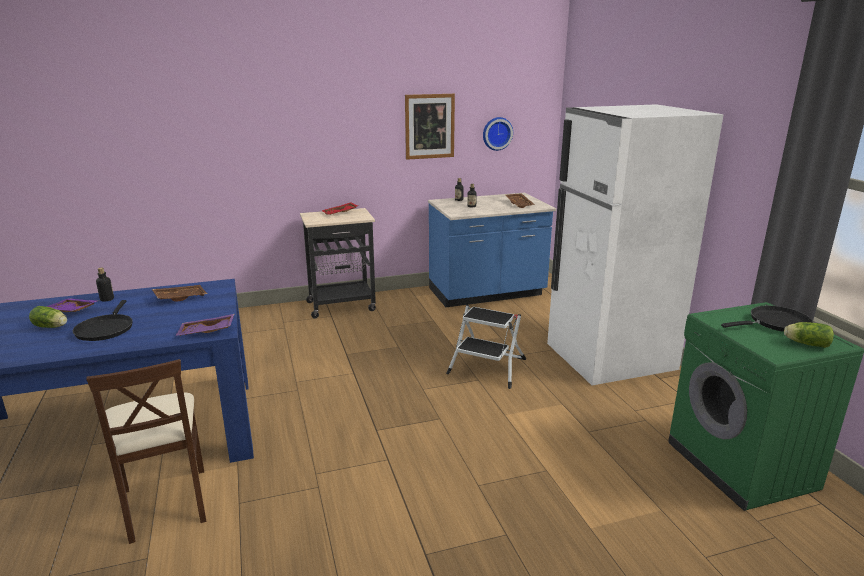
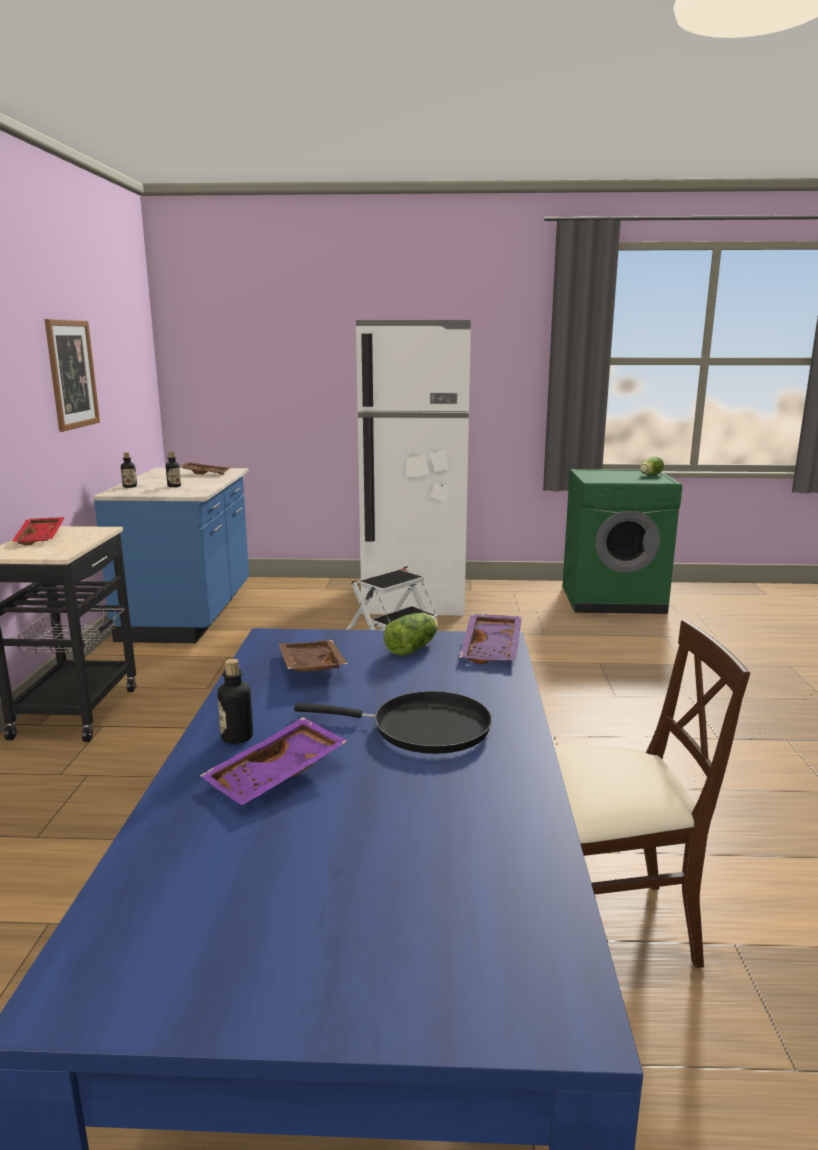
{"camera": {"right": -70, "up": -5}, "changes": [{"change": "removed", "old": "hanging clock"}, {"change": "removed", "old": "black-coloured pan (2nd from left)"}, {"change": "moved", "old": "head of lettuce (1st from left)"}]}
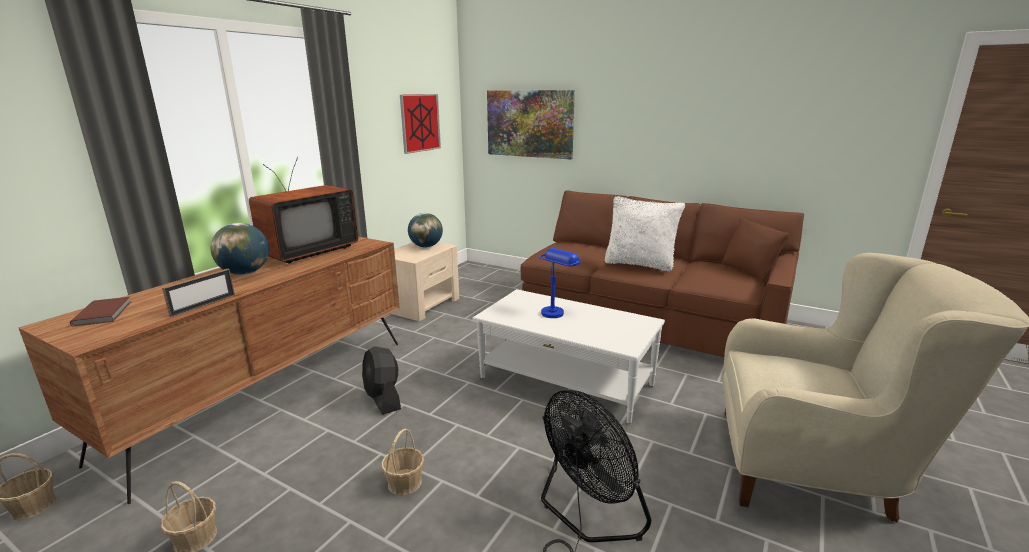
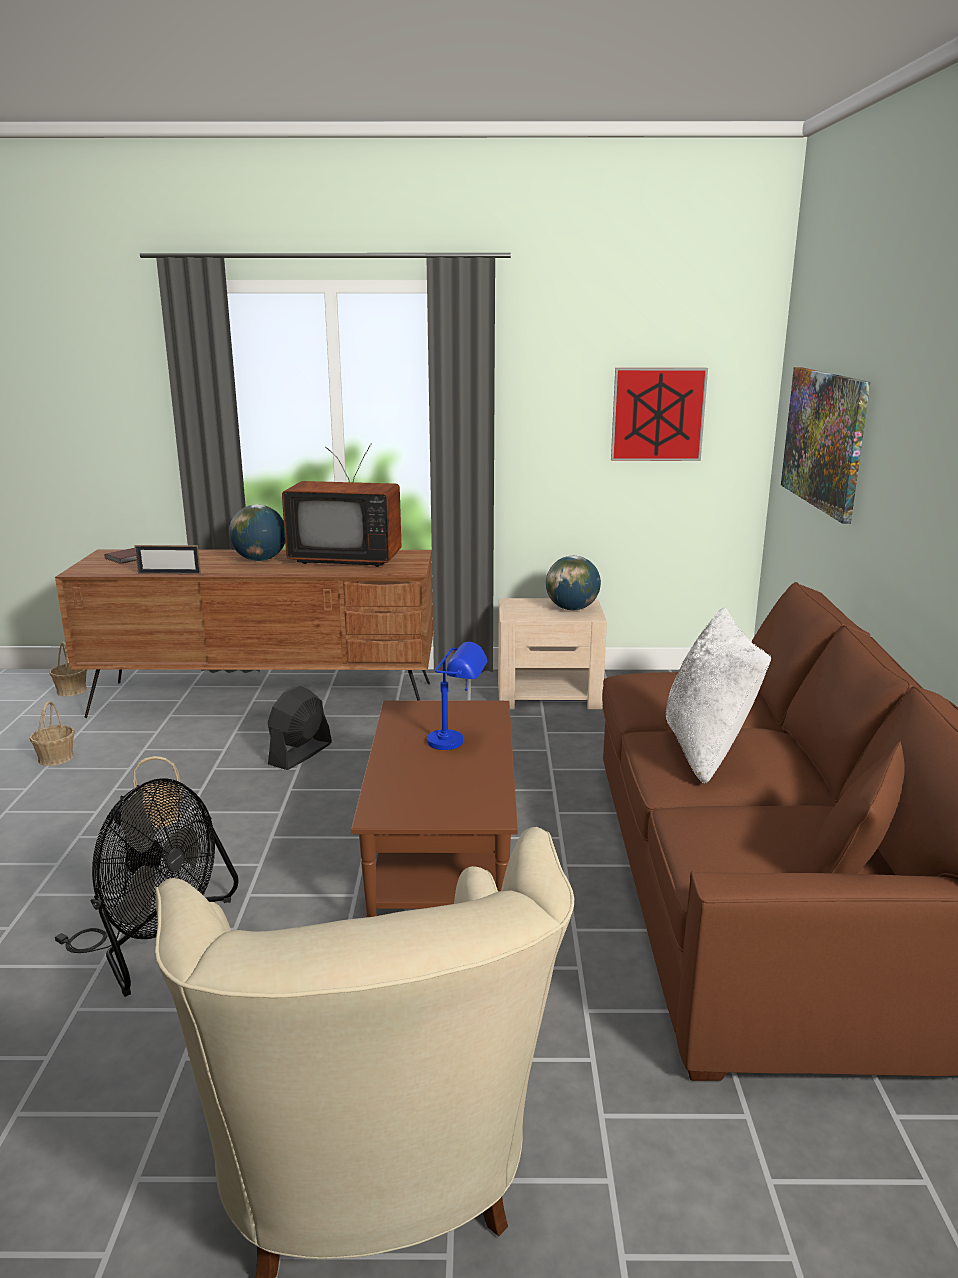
{"camera": {"right": 60, "up": 0}, "changes": [{"change": "recoloured", "old": "white low table", "new": "brown-coloured low table"}]}
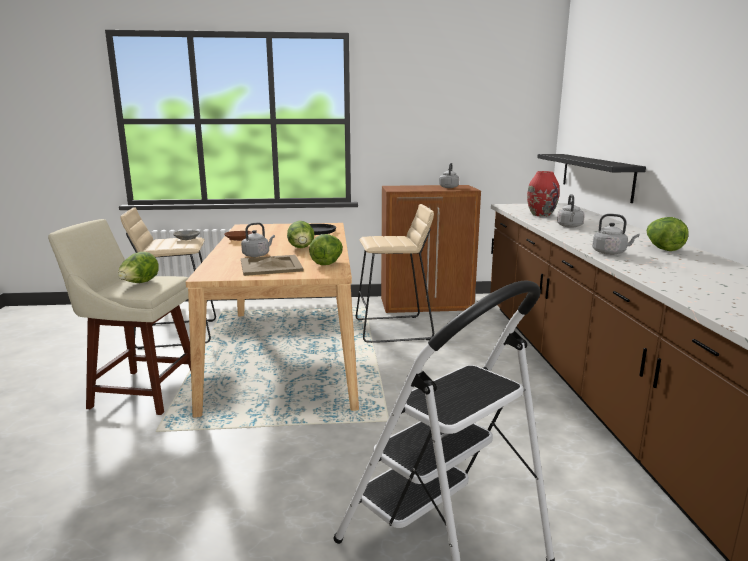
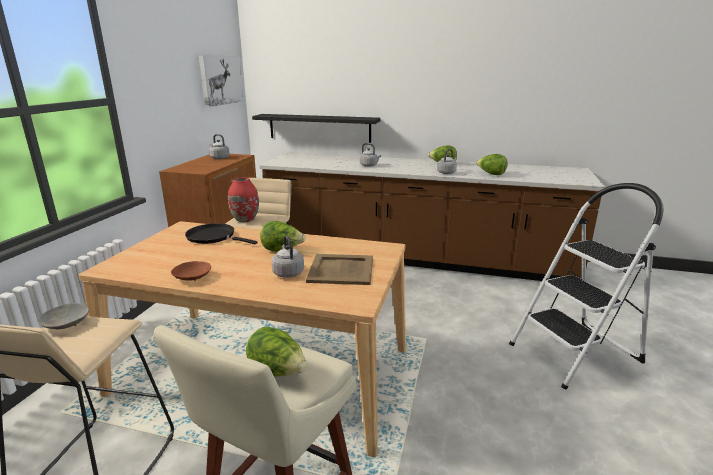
{"camera": {"right": -70, "up": 5}, "changes": [{"change": "added", "new": "wall art"}, {"change": "moved", "old": "head of lettuce (3rd from left in the first image)", "new": "head of lettuce (4th from left)"}, {"change": "moved", "old": "red flower vase"}]}
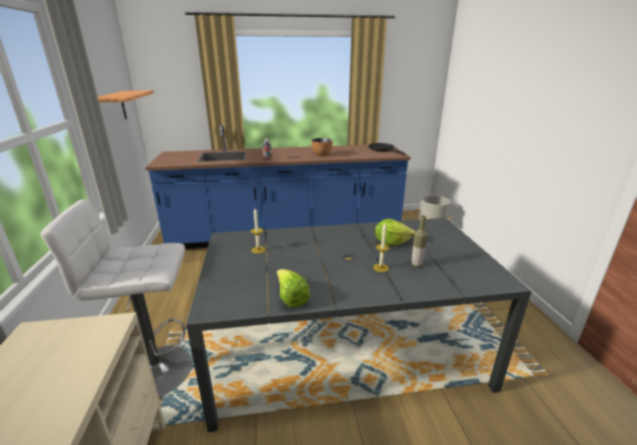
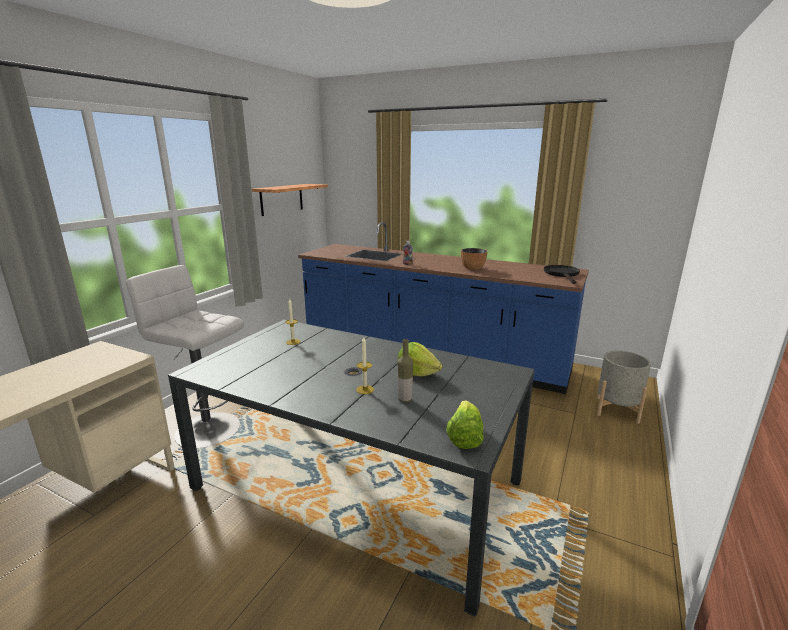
{"camera": {"right": 35, "up": -5}, "changes": [{"change": "moved", "old": "head of lettuce (1st from left in the first image)", "new": "head of lettuce (2nd from left)"}]}
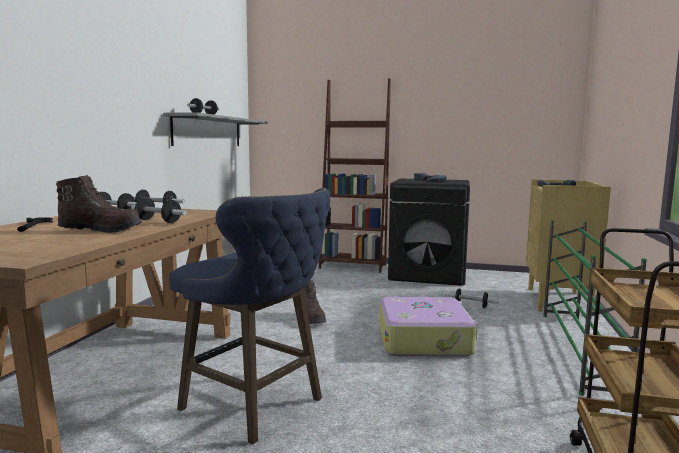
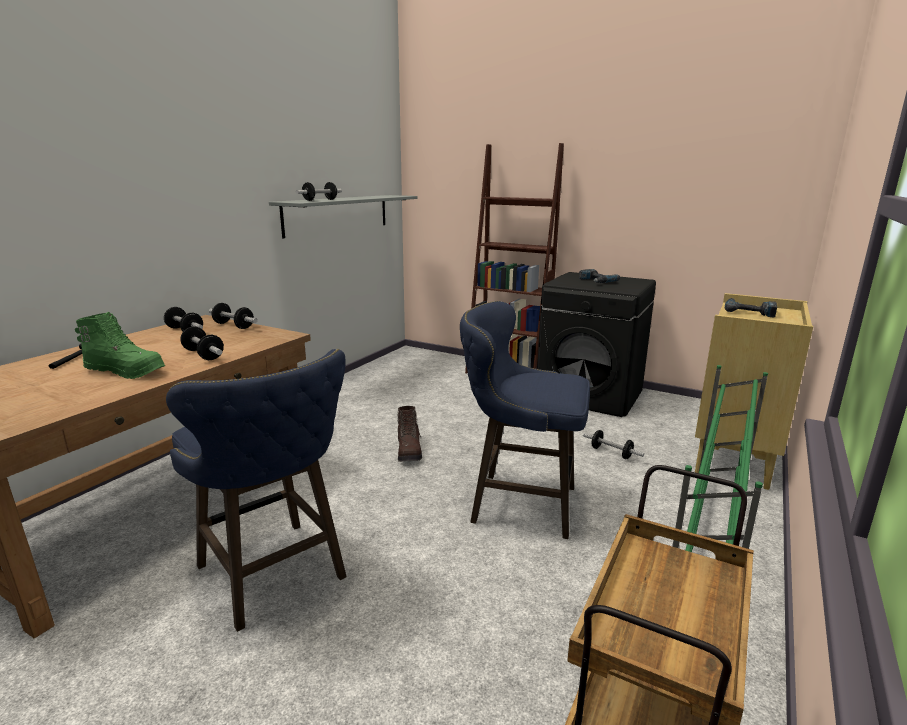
{"camera": {"right": 15, "up": 10}, "changes": [{"change": "replaced", "old": "suitcase", "new": "bluish stool seat (2nd from left)"}, {"change": "recoloured", "old": "brown-coloured high-top boot (1st from left)", "new": "green high-top boot"}]}
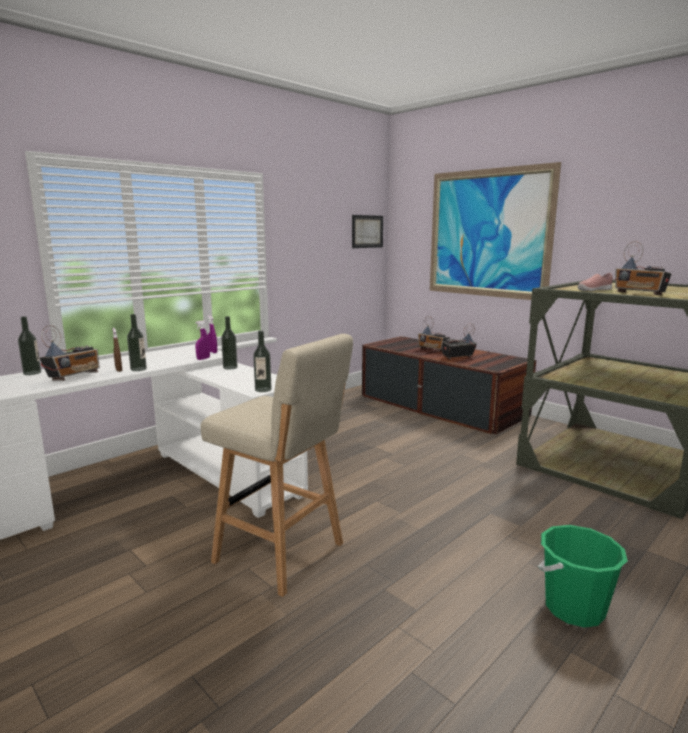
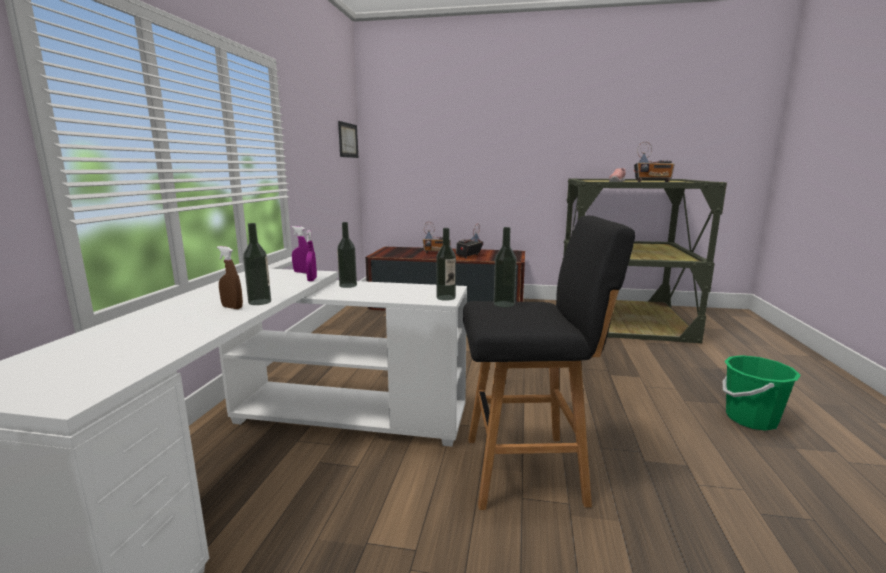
{"camera": {"right": -35, "up": 0}, "changes": [{"change": "removed", "old": "radio receiver (1st from left)"}, {"change": "removed", "old": "wall art (2nd from left)"}, {"change": "moved", "old": "beverage bottle (1st from left in the first image)", "new": "beverage bottle (4th from left)"}, {"change": "recoloured", "old": "beige-coloured stool seat", "new": "black-coloured stool seat"}]}
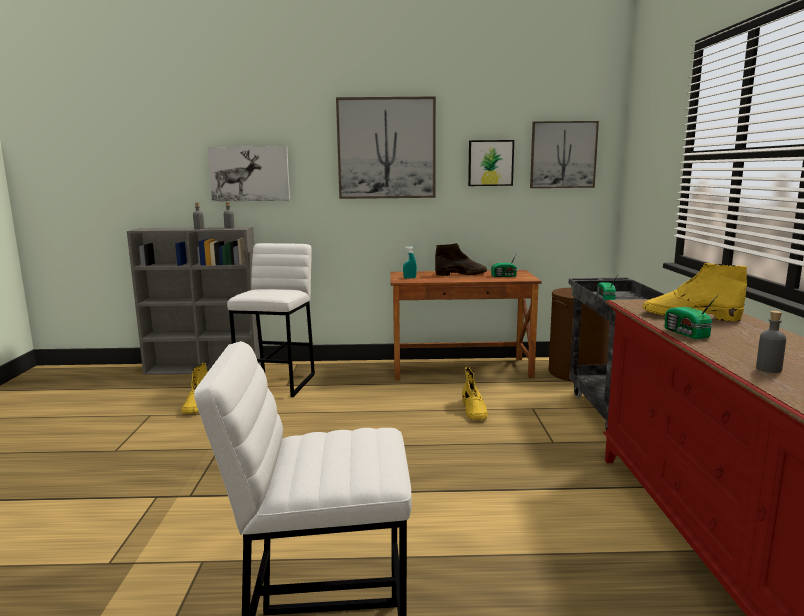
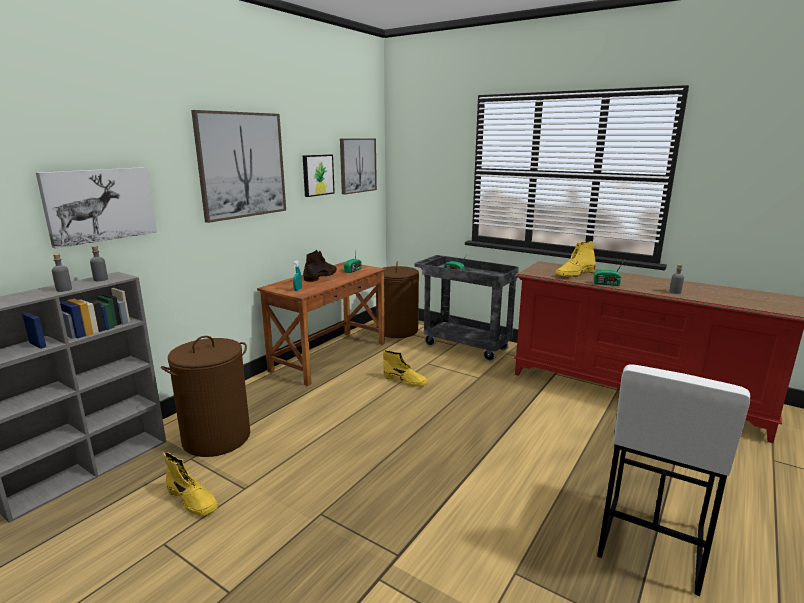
{"camera": {"right": -55, "up": 5}, "changes": [{"change": "replaced", "old": "white stool seat (1st from left)", "new": "brown-coloured laundry basket (1st from left)"}]}
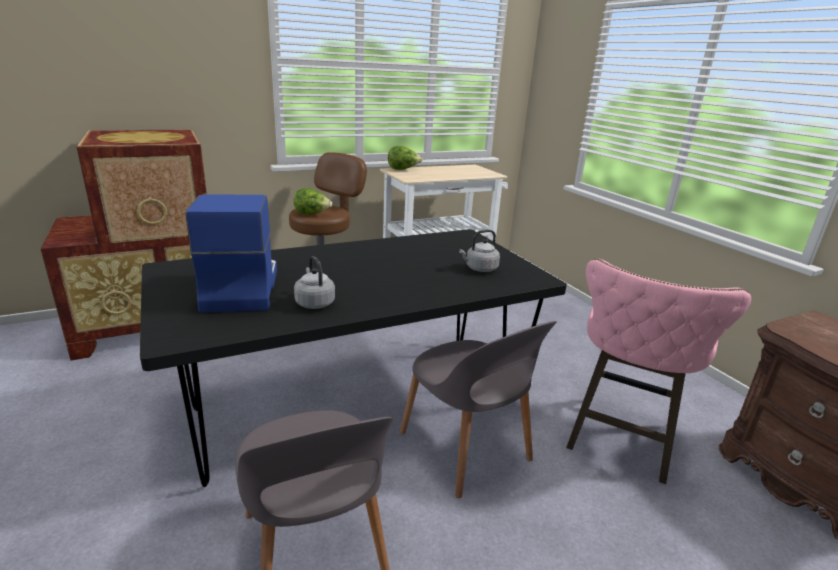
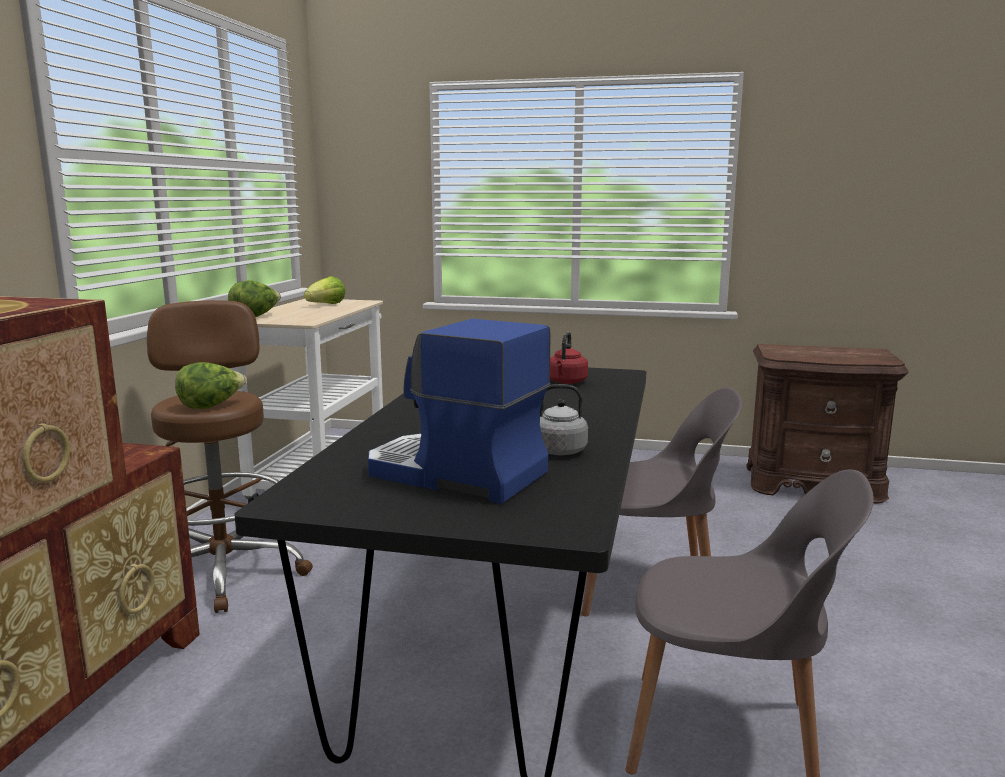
{"camera": {"right": -50, "up": -10}, "changes": [{"change": "removed", "old": "pink-coloured stool seat"}, {"change": "added", "new": "head of lettuce (3rd from left)"}, {"change": "recoloured", "old": "greyish kettle (2nd from left)", "new": "red kettle"}]}
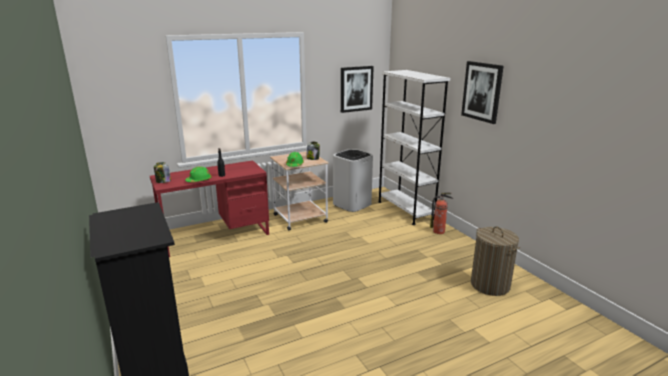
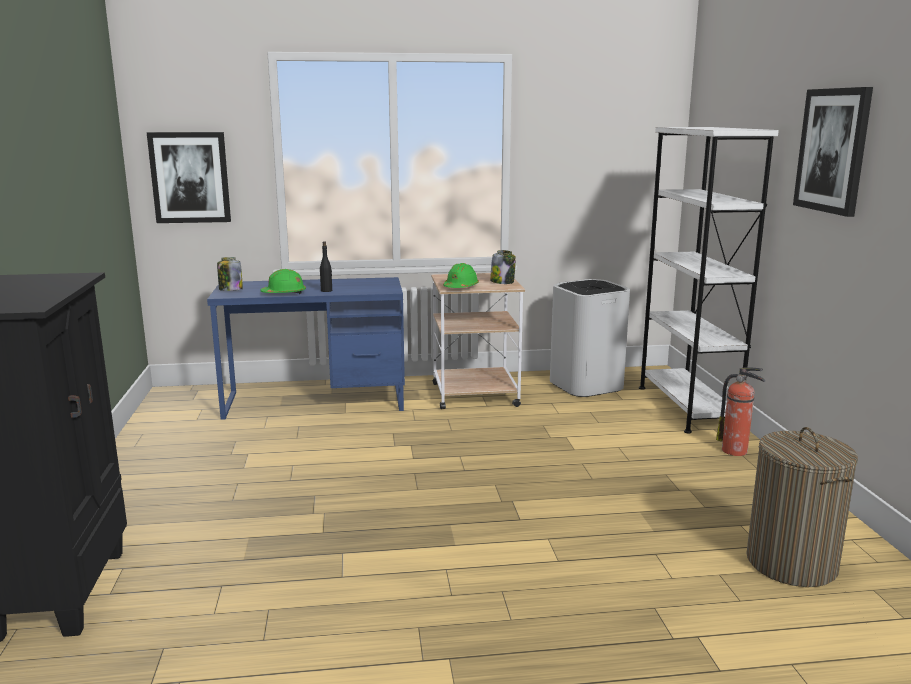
{"camera": {"right": 20, "up": -5}, "changes": [{"change": "moved", "old": "wall art (1st from left)"}, {"change": "recoloured", "old": "red desk", "new": "bluish desk"}]}
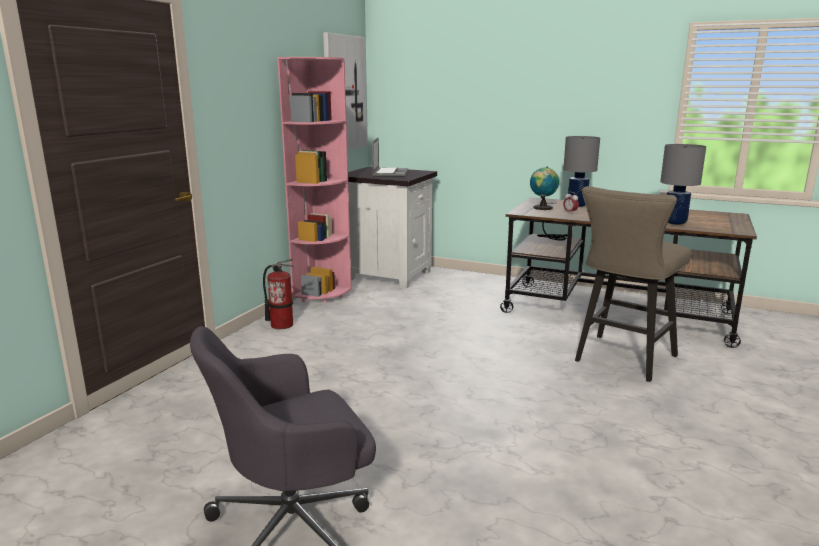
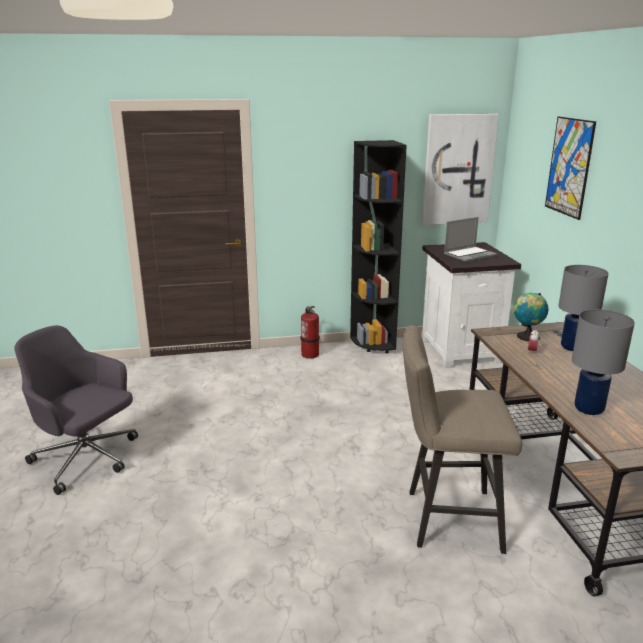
{"camera": {"right": 55, "up": 5}, "changes": [{"change": "added", "new": "wall art (2nd from left)"}, {"change": "recoloured", "old": "pink-coloured shelving unit", "new": "black-coloured shelving unit"}]}
